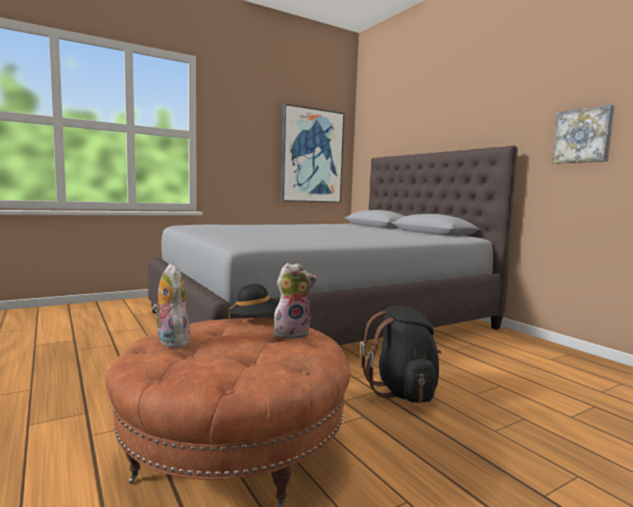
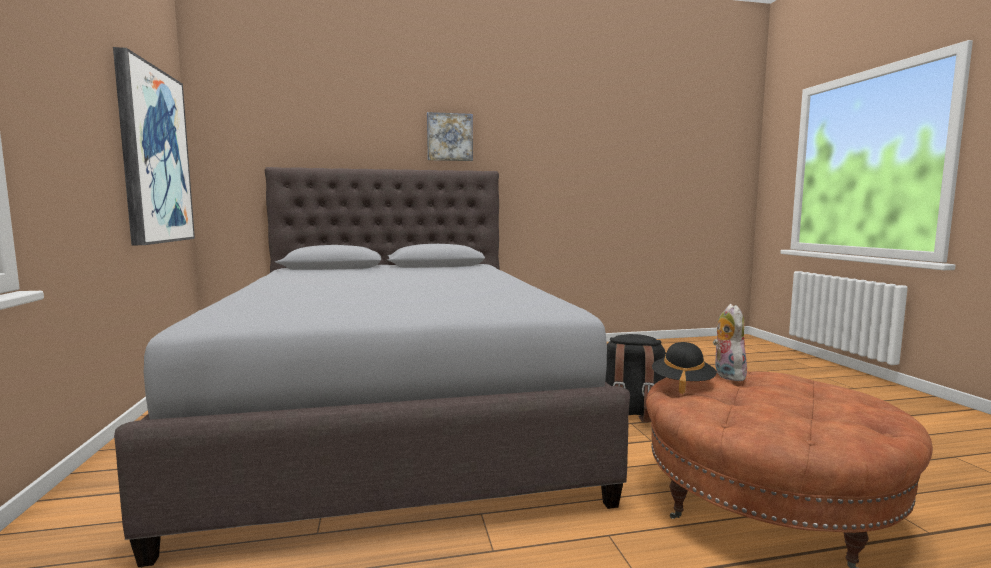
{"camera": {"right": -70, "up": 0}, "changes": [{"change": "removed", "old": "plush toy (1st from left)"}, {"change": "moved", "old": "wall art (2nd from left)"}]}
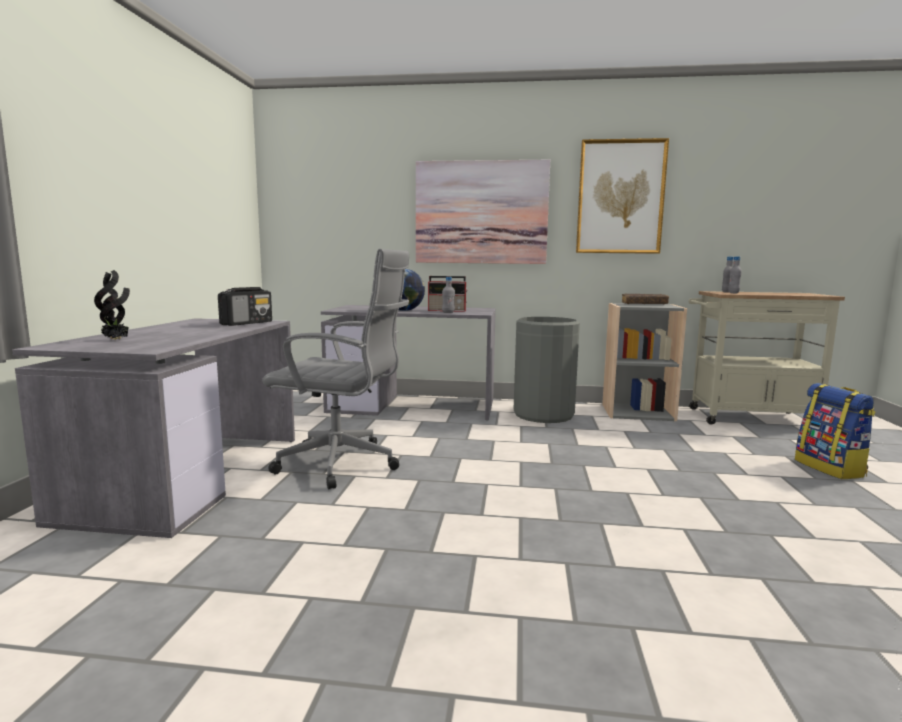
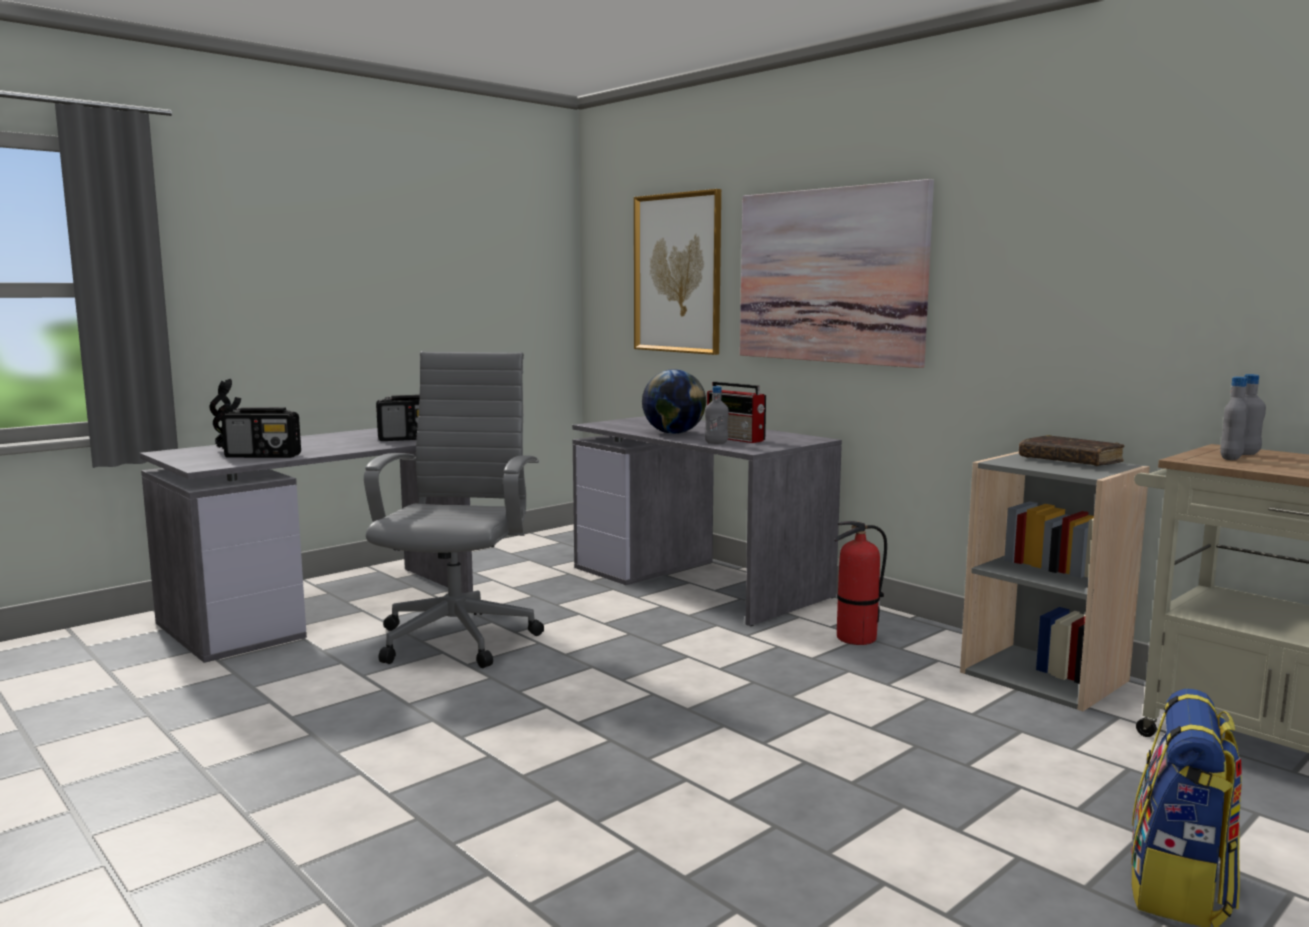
{"camera": {"right": 40, "up": 0}, "changes": [{"change": "added", "new": "radio receiver (1st from left)"}, {"change": "moved", "old": "wall art (2nd from left in the first image)", "new": "wall art (1st from left)"}, {"change": "replaced", "old": "greyish trash can", "new": "fire extinguisher"}, {"change": "turned", "old": "greyish computer chair", "degrees": -135}]}
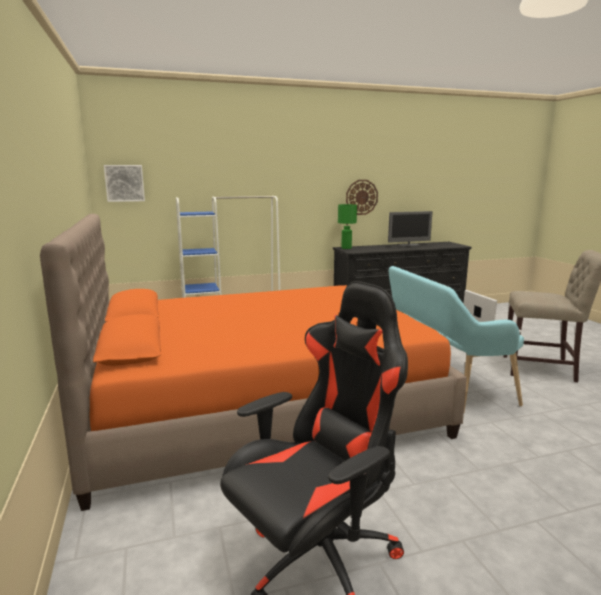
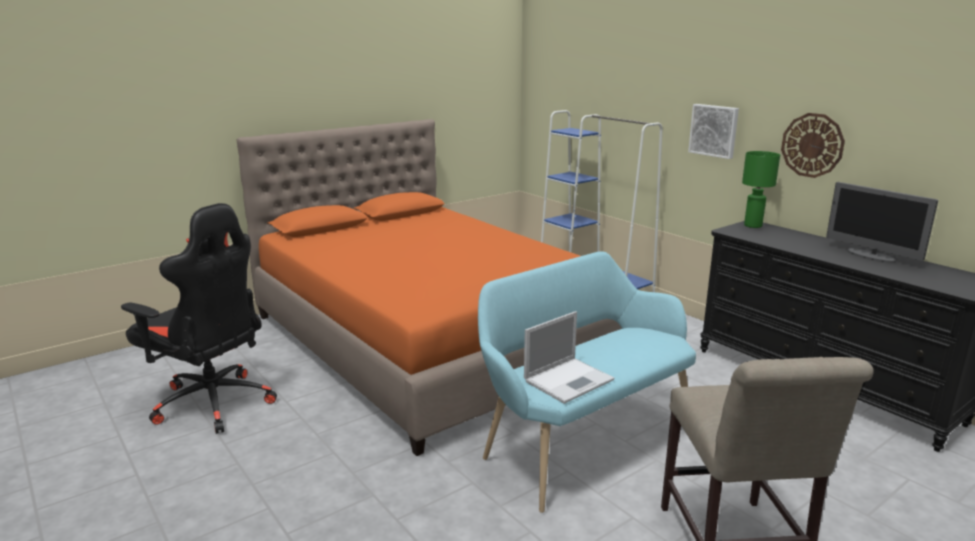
{"camera": {"right": 70, "up": 5}, "changes": [{"change": "moved", "old": "wall art"}]}
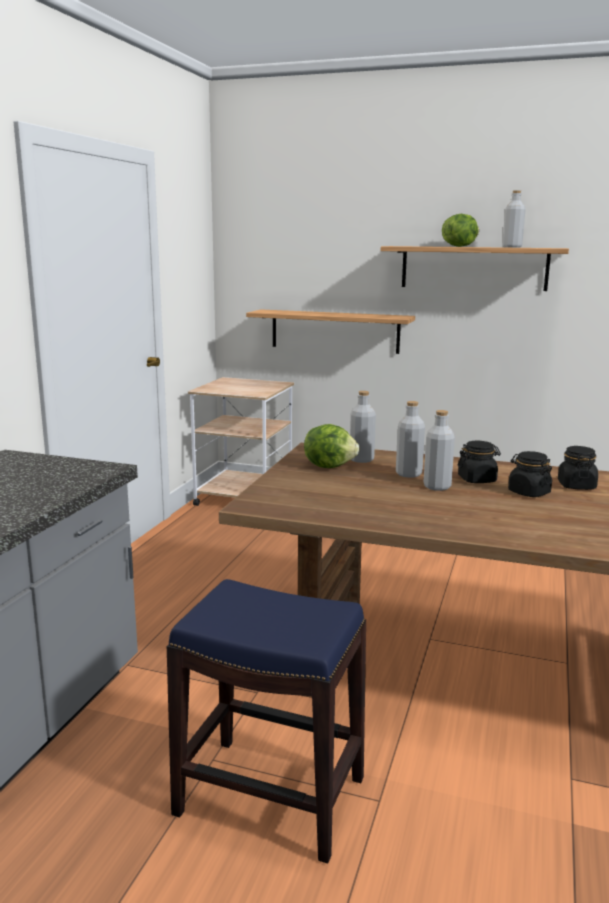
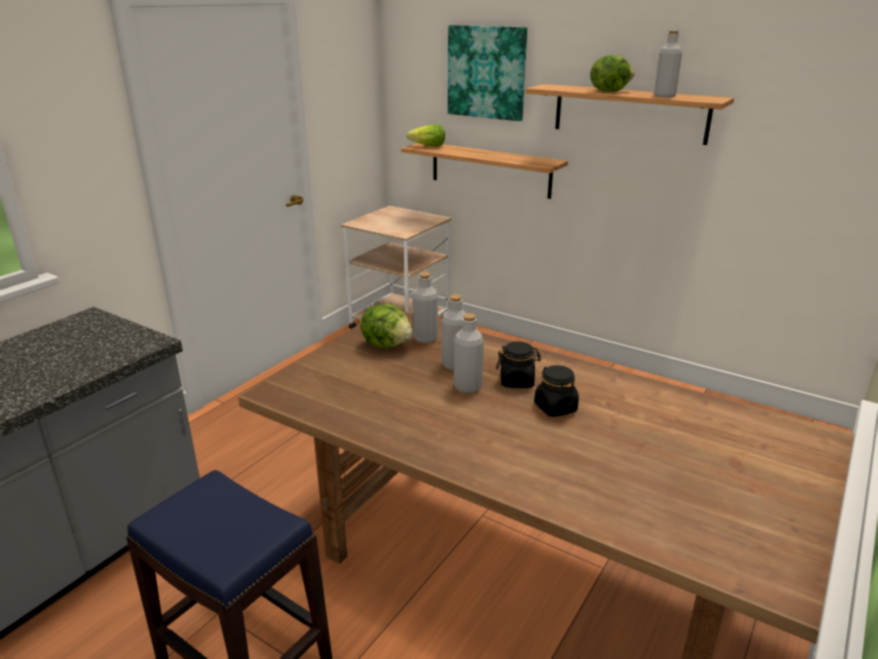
{"camera": {"right": 15, "up": 10}, "changes": [{"change": "removed", "old": "black-coloured storage jar (3rd from left)"}, {"change": "added", "new": "head of lettuce (2nd from left)"}, {"change": "added", "new": "wall art"}]}
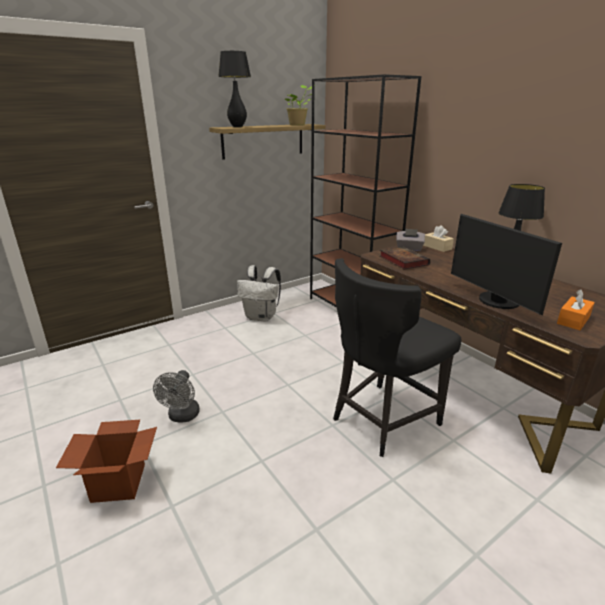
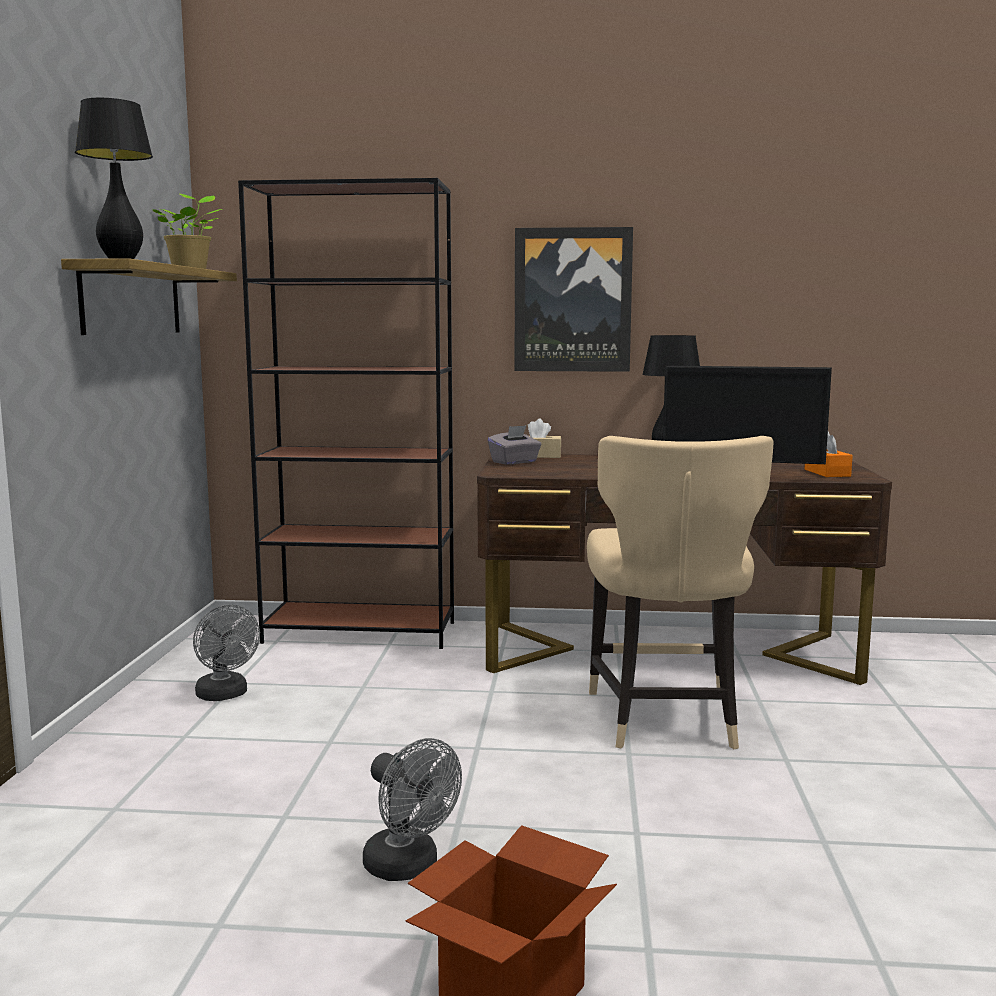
{"camera": {"right": -50, "up": -15}, "changes": [{"change": "removed", "old": "book"}, {"change": "added", "new": "wall art"}, {"change": "replaced", "old": "white rucksack", "new": "greyish electric fan (1st from left)"}, {"change": "recoloured", "old": "black-coloured upright chair", "new": "beige-coloured upright chair"}]}
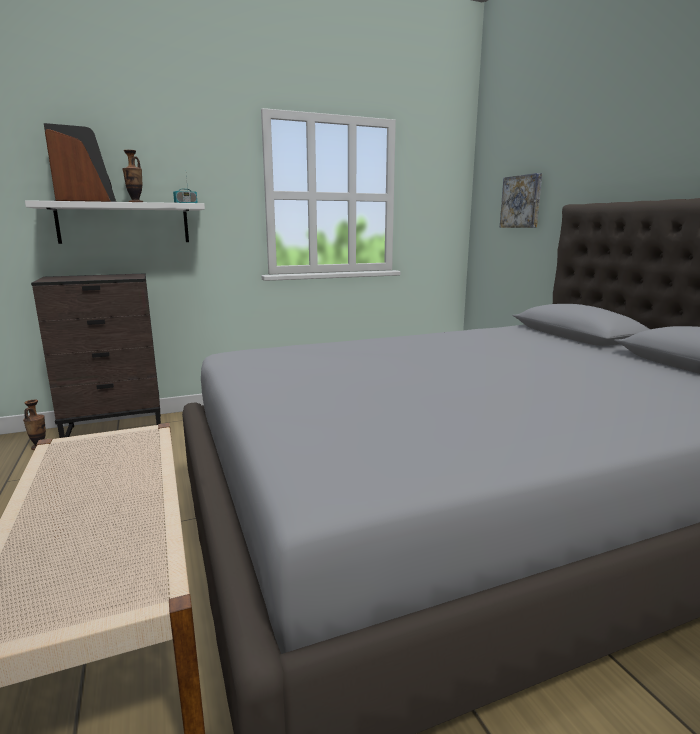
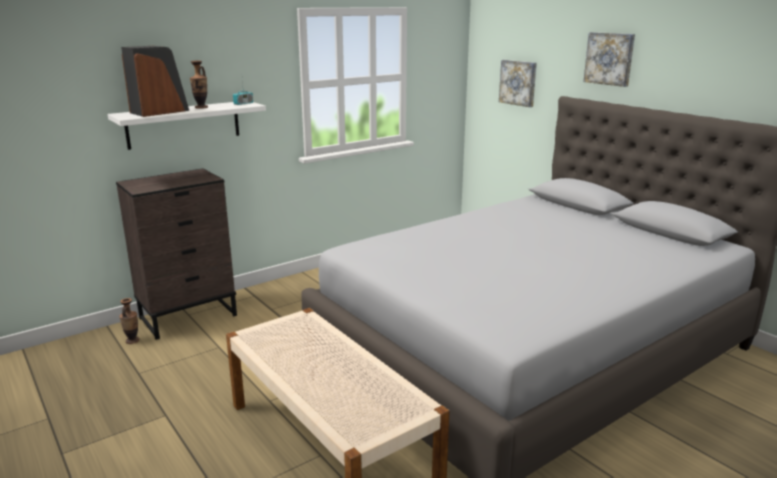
{"camera": {"right": -15, "up": 5}, "changes": [{"change": "added", "new": "wall art (2nd from left)"}]}
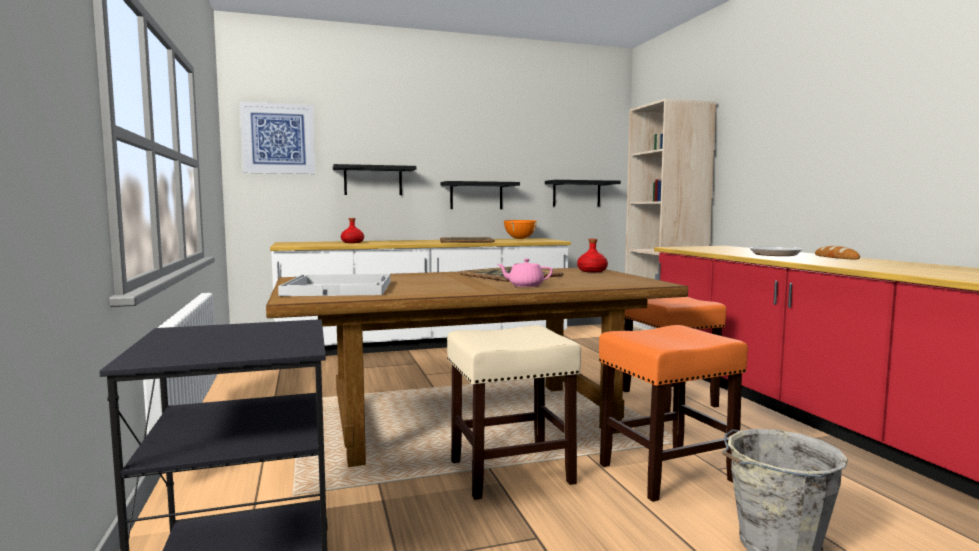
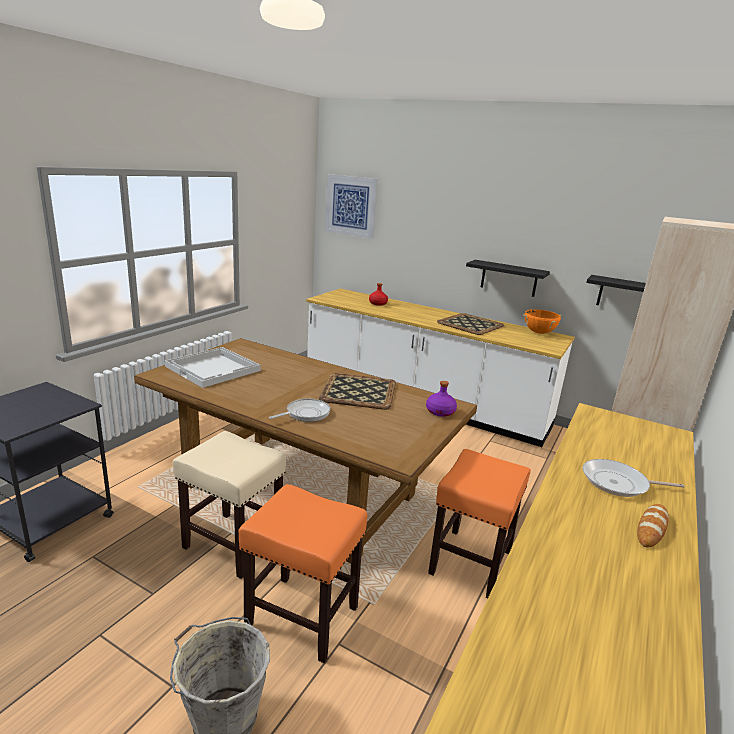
{"camera": {"right": 45, "up": 15}, "changes": [{"change": "removed", "old": "black-coloured shelf (1st from left)"}, {"change": "replaced", "old": "pink-coloured pot for tea", "new": "pan (1st from left)"}, {"change": "recoloured", "old": "red beverage bottle (2nd from left)", "new": "purple beverage bottle"}]}
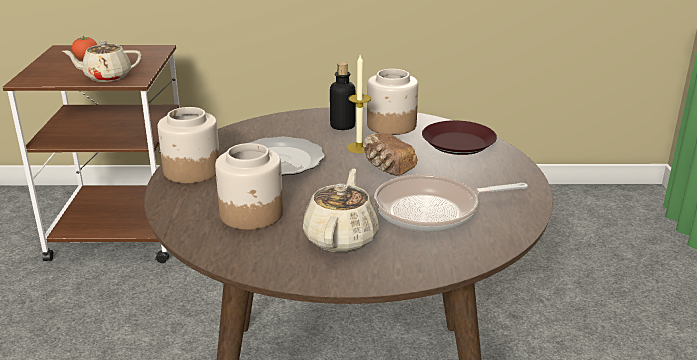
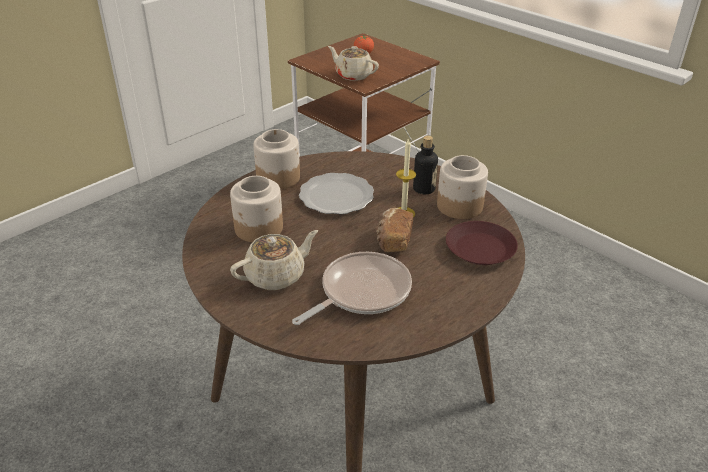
{"camera": {"right": 45, "up": 10}, "changes": [{"change": "turned", "old": "pan", "degrees": 105}]}
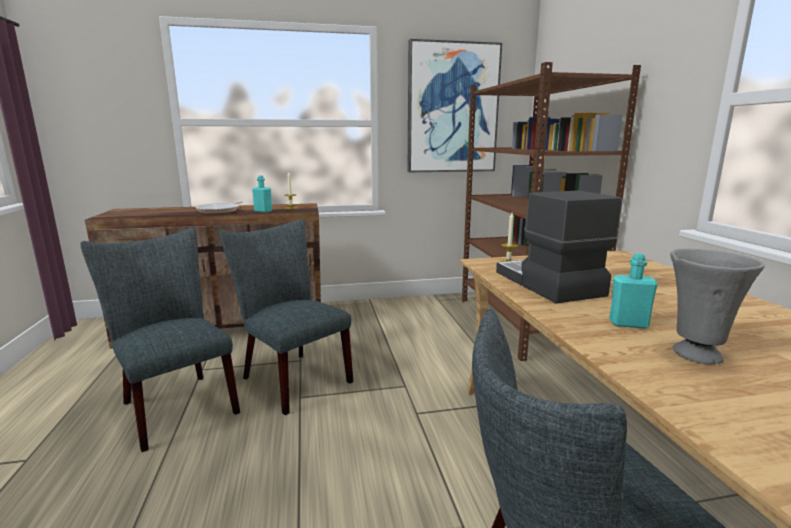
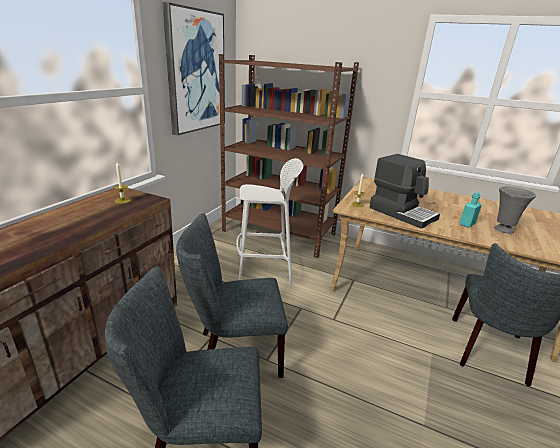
{"camera": {"right": -55, "up": 10}, "changes": [{"change": "removed", "old": "pan"}, {"change": "removed", "old": "blue-green beverage bottle (1st from left)"}, {"change": "added", "new": "white stool seat"}, {"change": "turned", "old": "coffee maker", "degrees": -150}]}
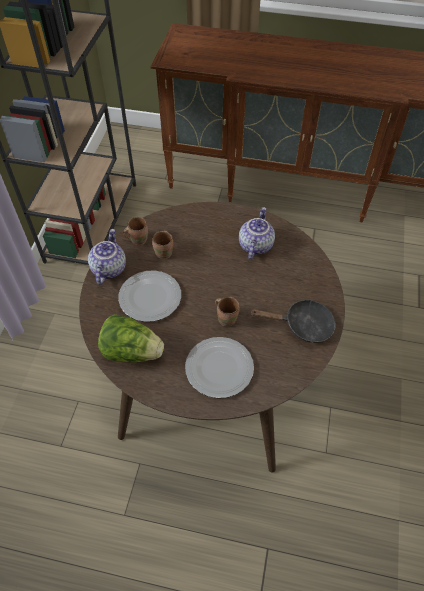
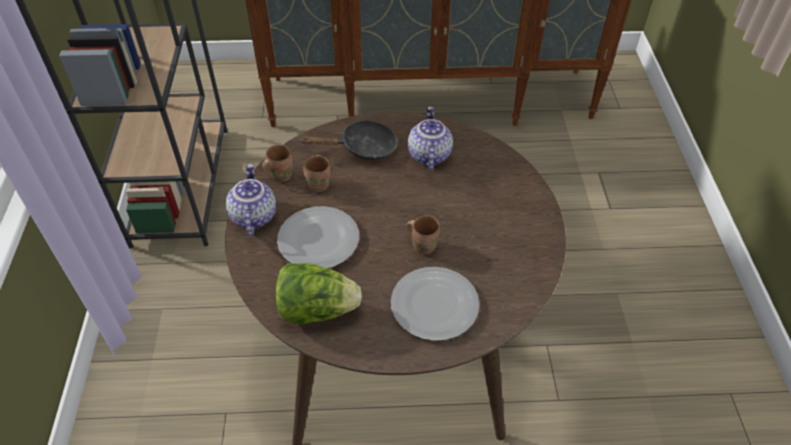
{"camera": {"right": -15, "up": -5}, "changes": [{"change": "moved", "old": "black-coloured pan"}]}
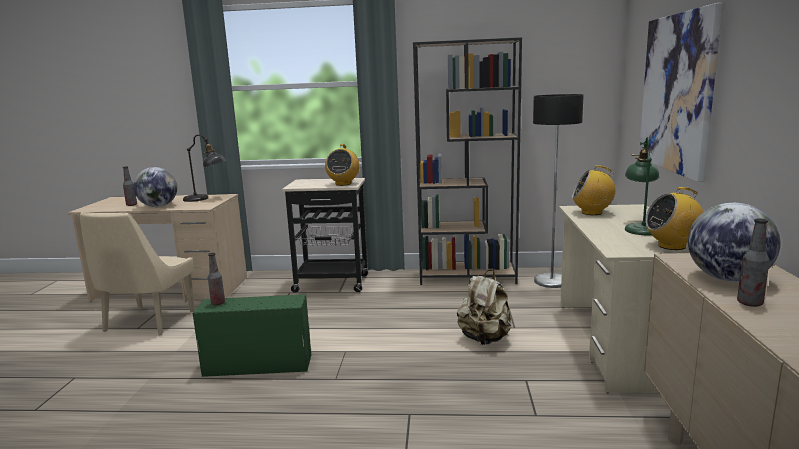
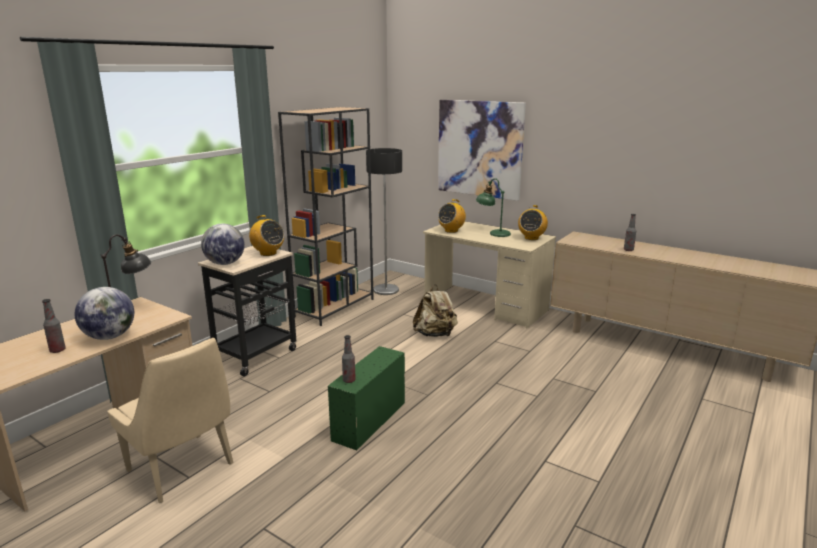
{"camera": {"right": -60, "up": 5}, "changes": [{"change": "moved", "old": "desk globe (2nd from left)"}]}
